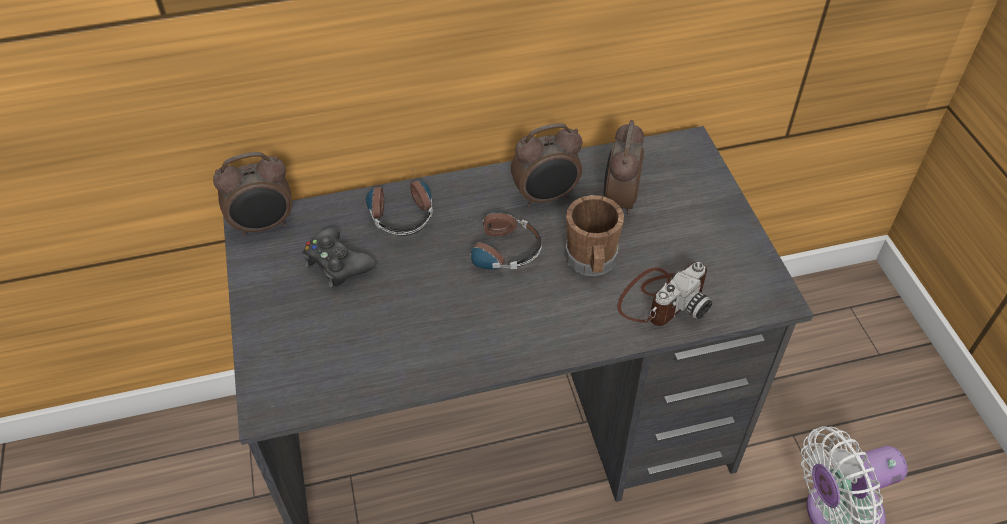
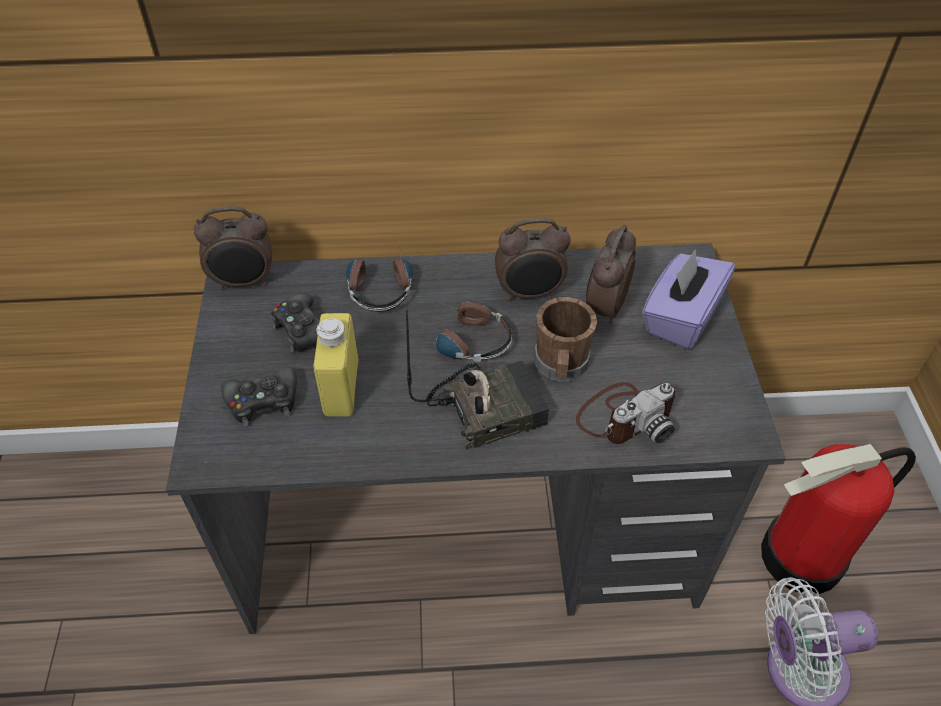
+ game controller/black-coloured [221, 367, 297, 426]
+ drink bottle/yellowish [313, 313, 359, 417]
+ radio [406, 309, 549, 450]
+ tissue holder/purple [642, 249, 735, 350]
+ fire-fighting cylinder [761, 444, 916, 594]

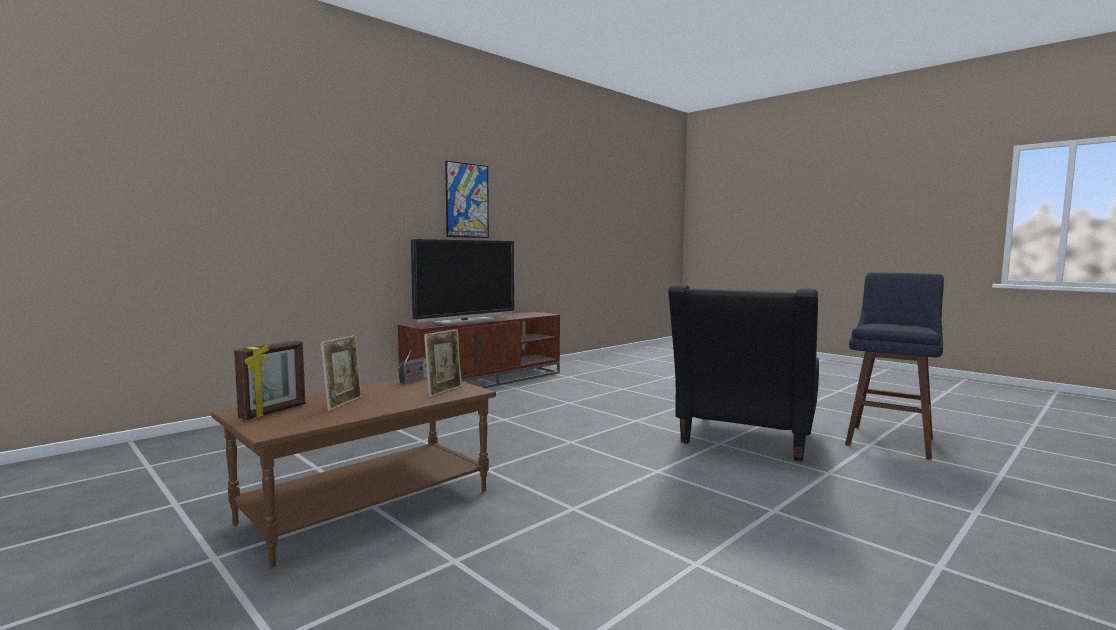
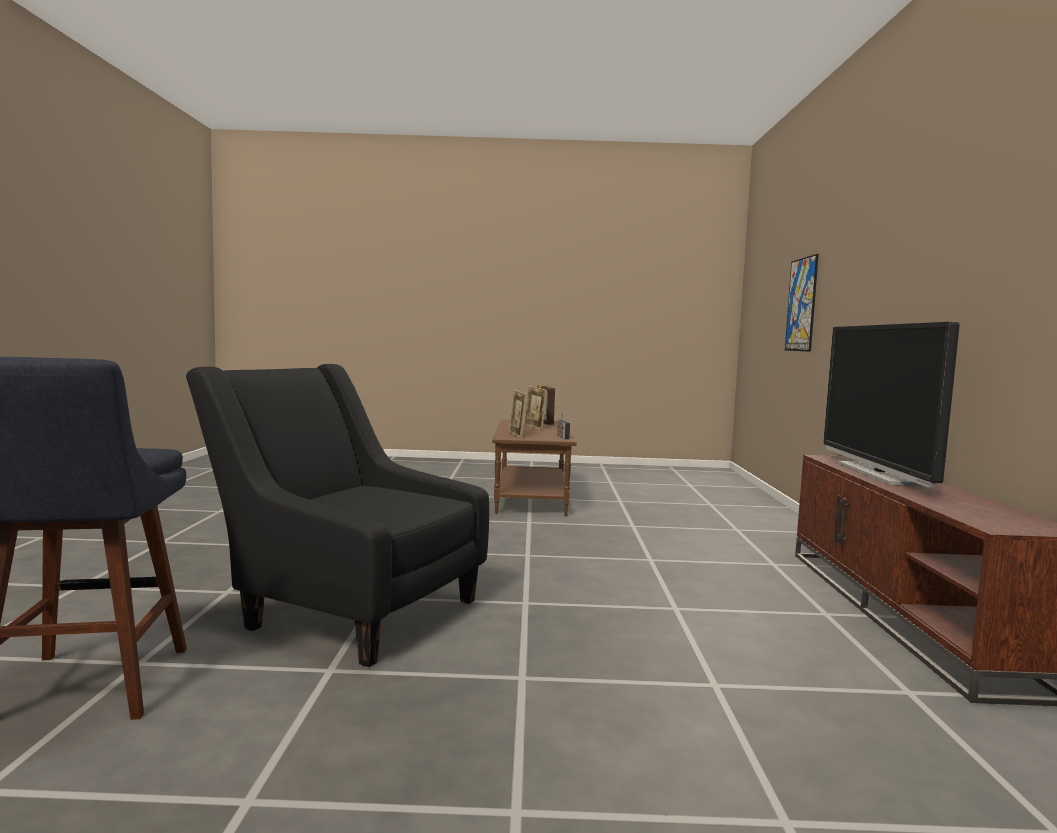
~ picture [445, 161, 489, 238] to [785, 254, 819, 352]
~ easy chair/black-coloured [668, 284, 819, 461] = [186, 364, 489, 667] 45 degrees counterclockwise

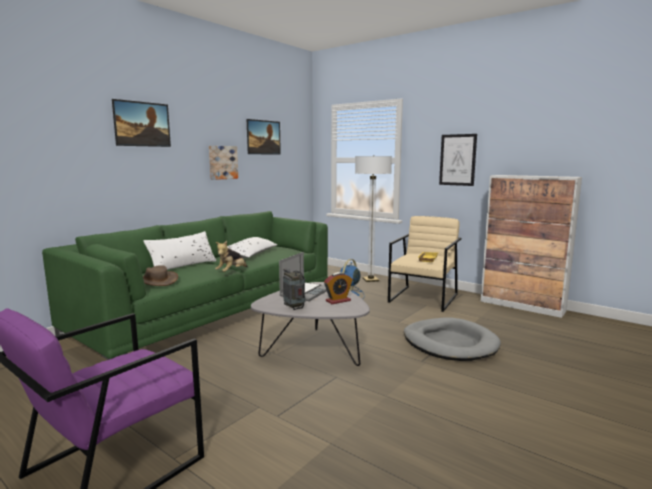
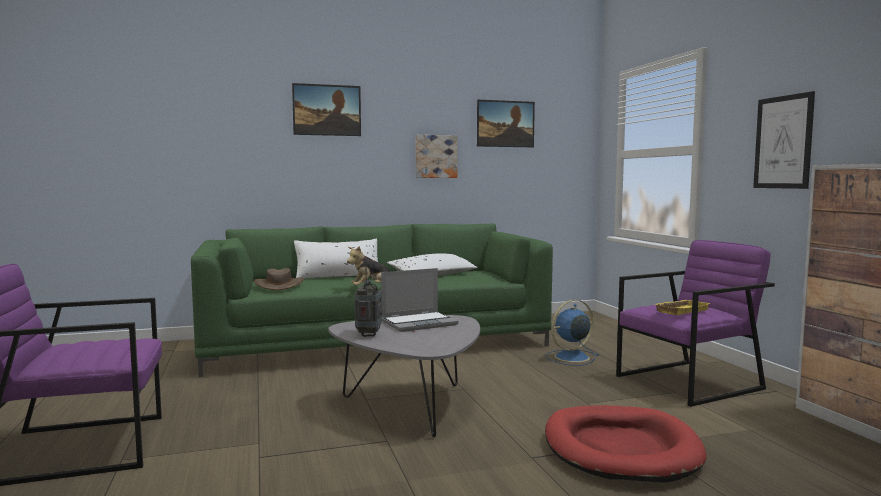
- alarm clock [324, 272, 352, 304]
- standard lamp [355, 155, 392, 282]
~ easy chair/beige-coloured [388, 216, 461, 312] to easy chair/purple [616, 240, 775, 407]
~ pet bed/greyish [404, 317, 501, 361] to pet bed/red-coloured [545, 405, 707, 483]

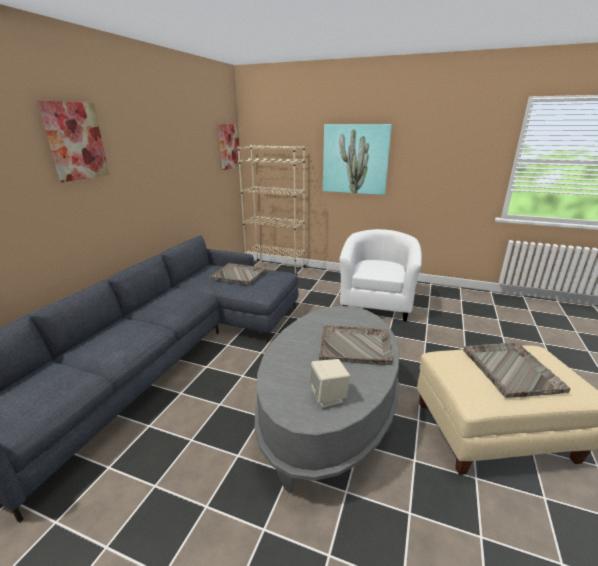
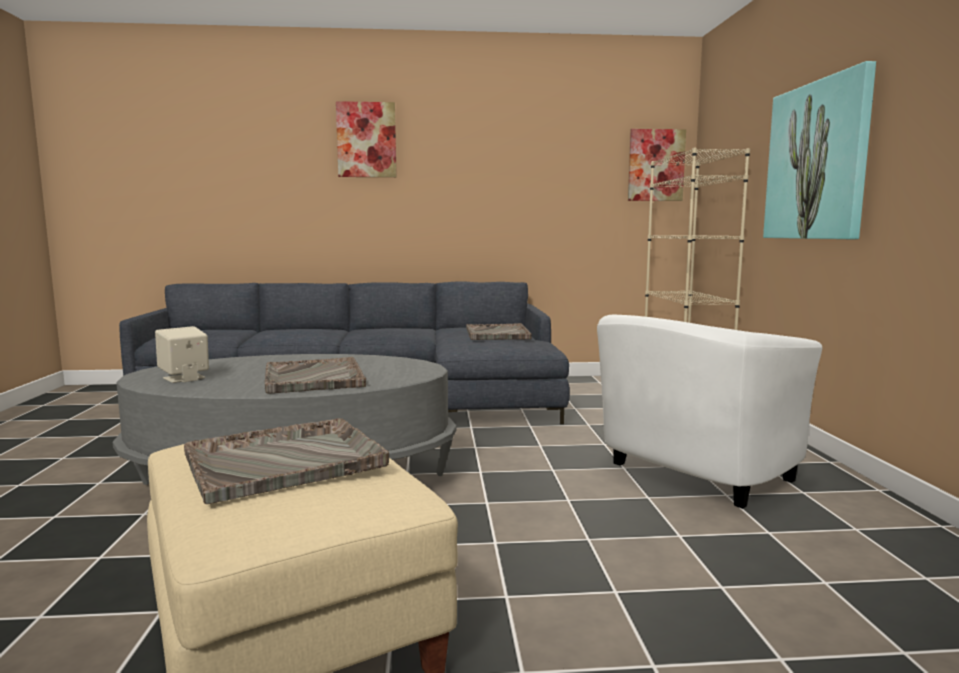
~ easy chair/white [339, 229, 422, 321] = [597, 315, 822, 509] 150 degrees clockwise

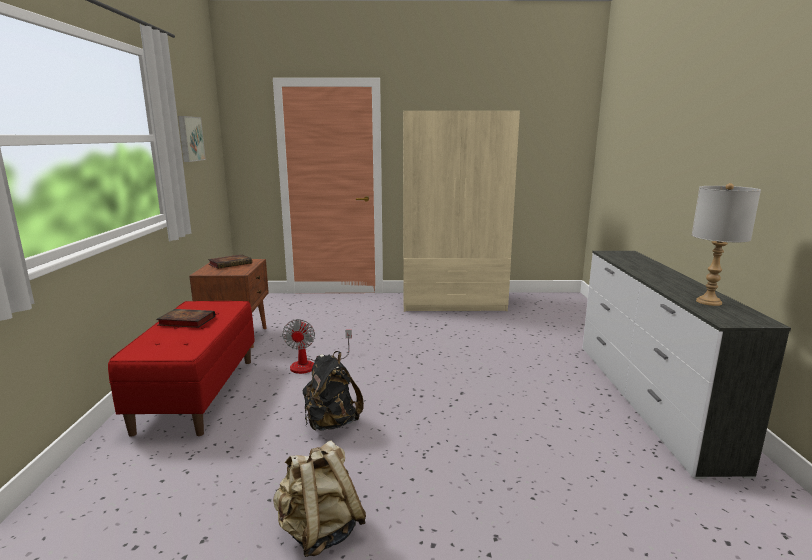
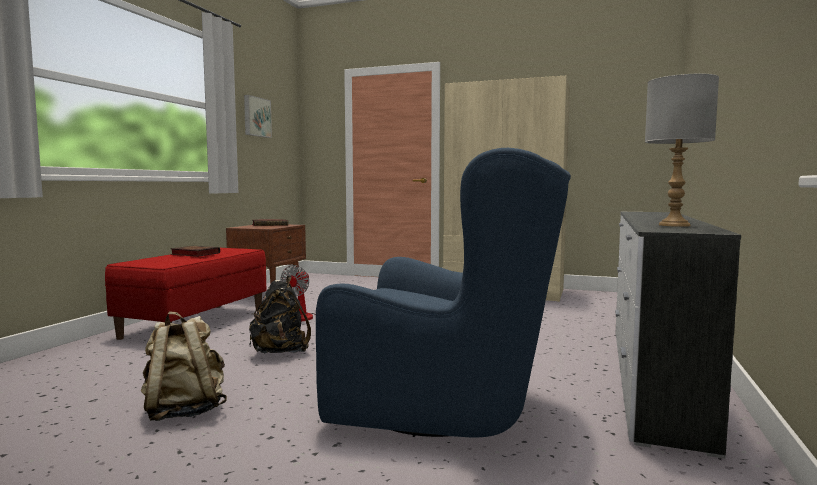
+ easy chair/blue-coloured [316, 148, 571, 437]

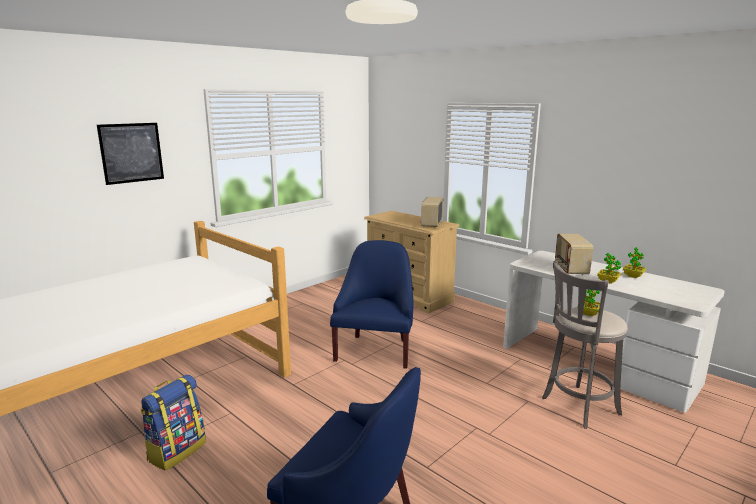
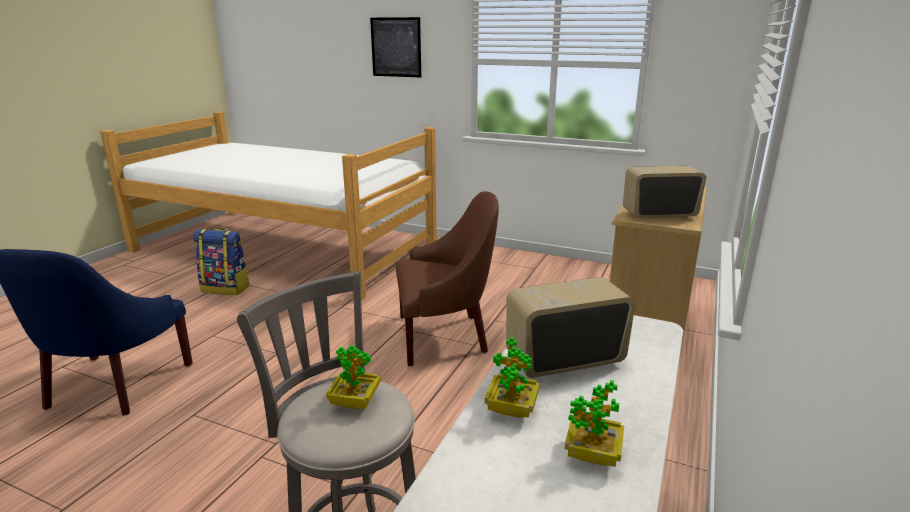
~ easy chair/blue-coloured [330, 240, 414, 369] to easy chair/brown-coloured [396, 191, 499, 366]

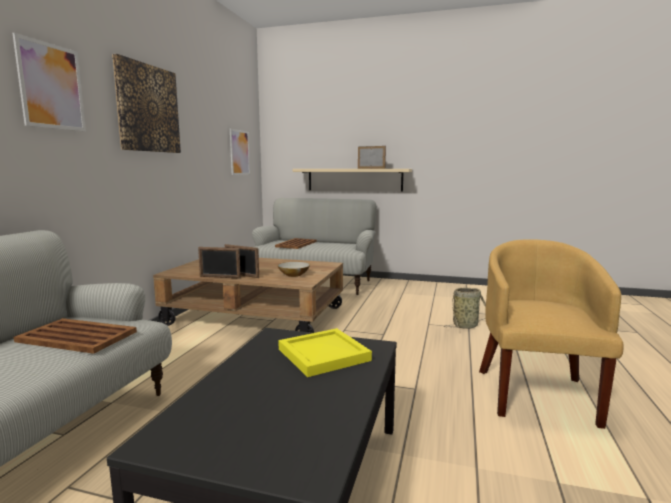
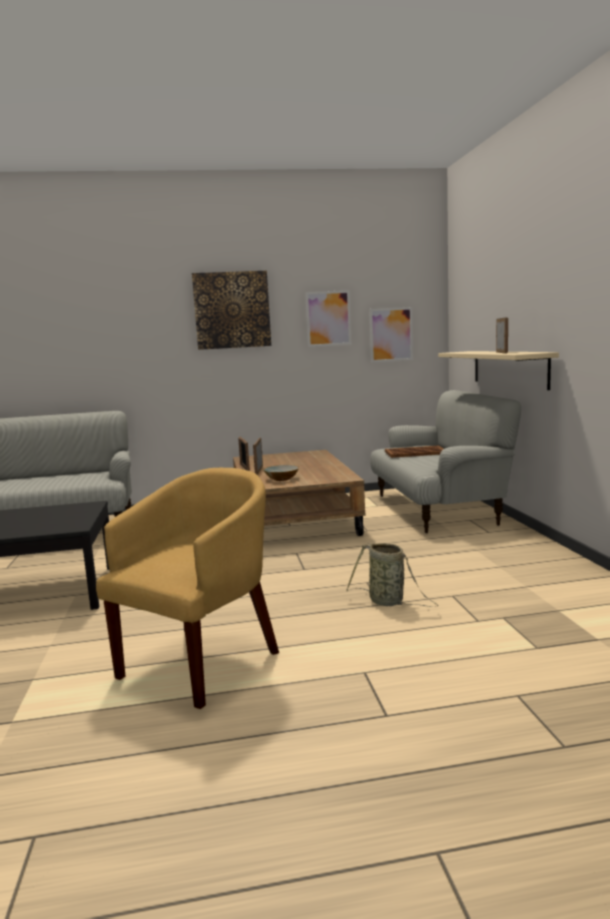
~ picture [12, 33, 86, 132] to [305, 290, 352, 347]
- carrying tray/brown-coloured [14, 318, 137, 354]
- carrying tray/yellowish [278, 328, 372, 377]
~ easy chair/yellowish [479, 239, 623, 429] = [96, 468, 279, 709] 45 degrees counterclockwise

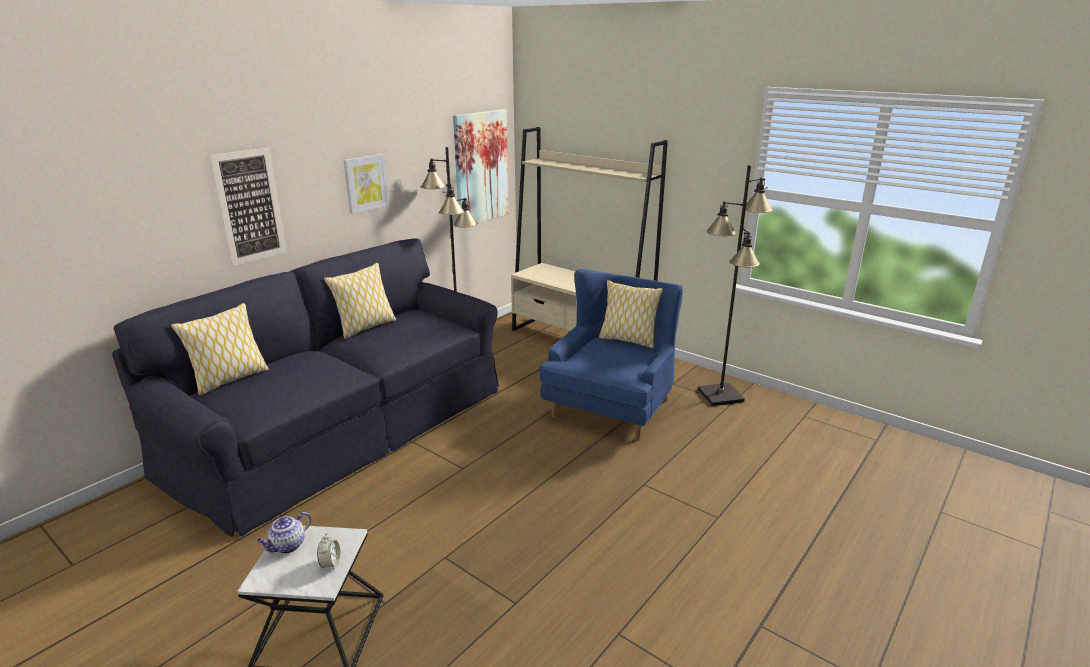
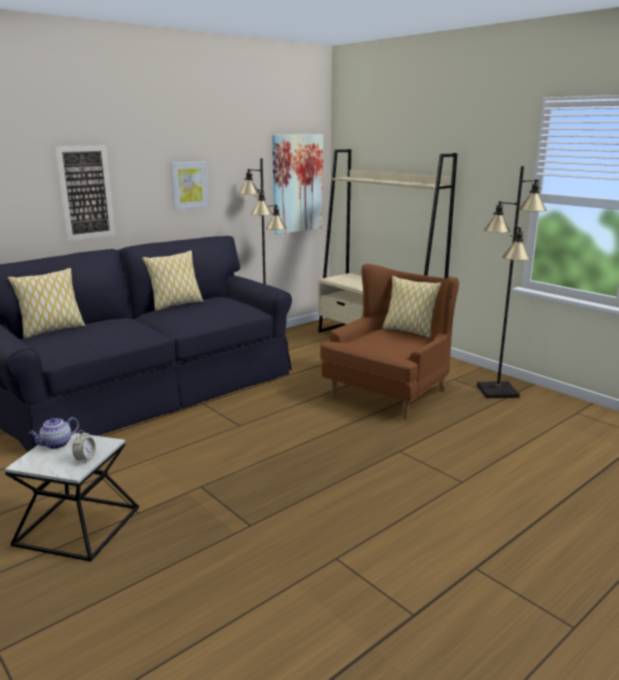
~ easy chair/blue-coloured [539, 269, 683, 441] to easy chair/brown-coloured [320, 263, 459, 419]

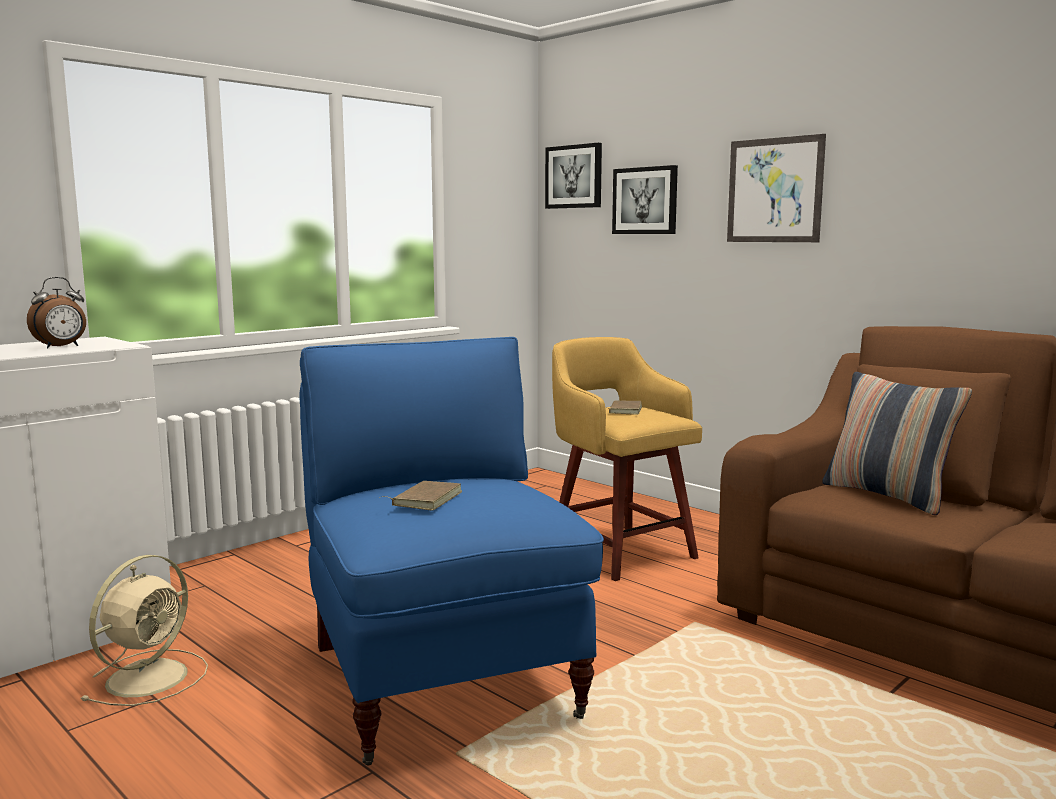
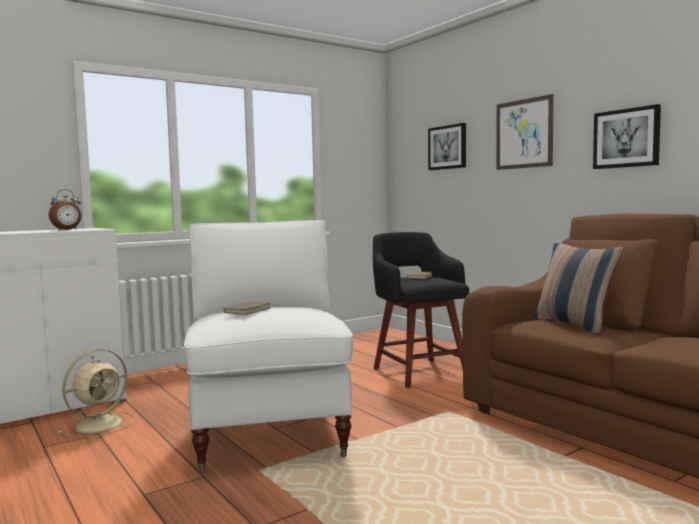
~ easy chair/blue-coloured [299, 337, 604, 765] to easy chair/white [184, 220, 353, 473]
~ picture [545, 143, 602, 209] to [593, 104, 661, 169]
~ stool/yellowish [552, 337, 702, 581] to stool/black-coloured [373, 232, 469, 388]

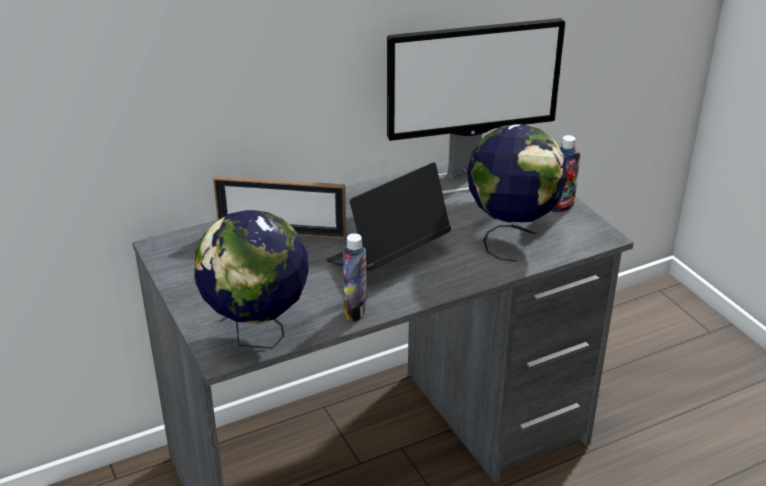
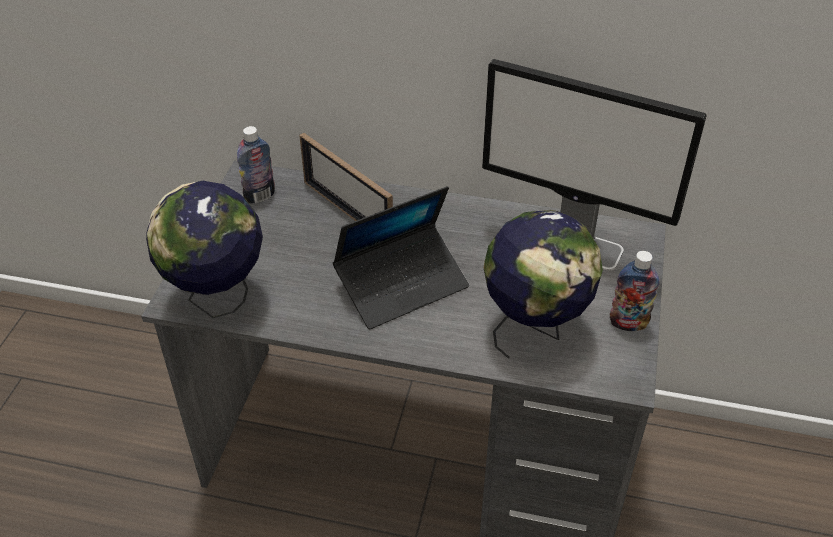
~ laptop [326, 162, 451, 272] = [333, 186, 469, 329] 150 degrees clockwise
~ drink bottle [343, 233, 367, 322] to [237, 126, 275, 204]

